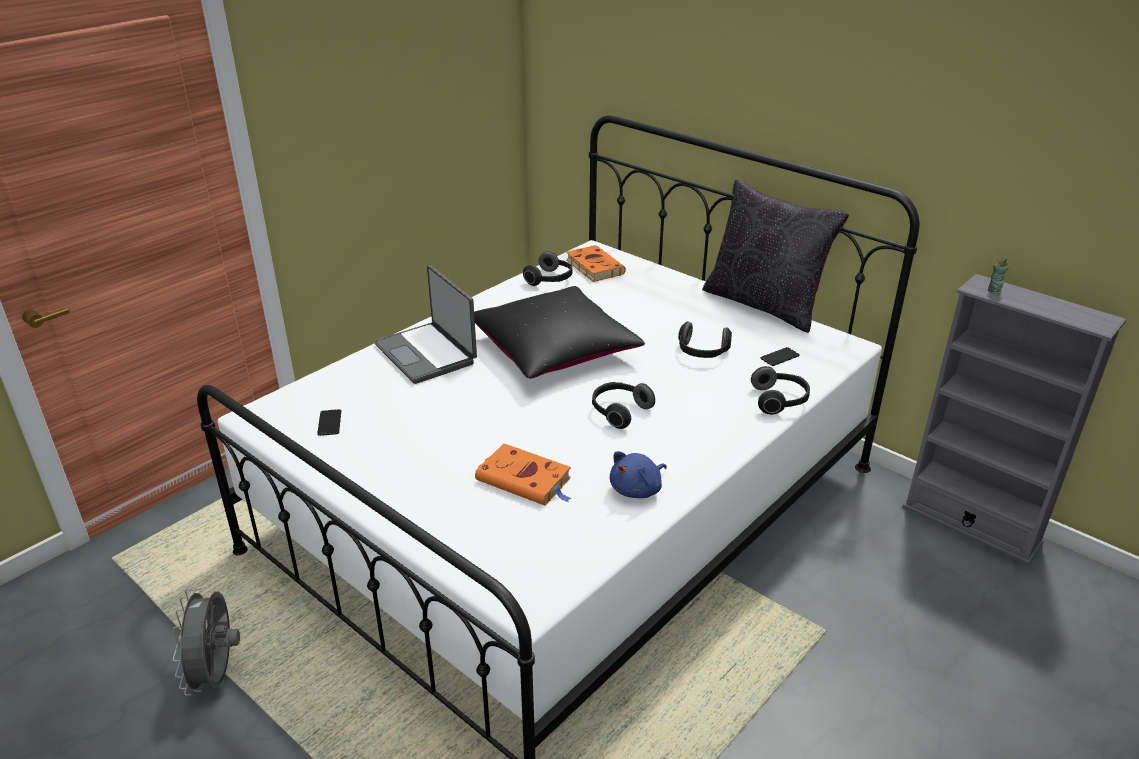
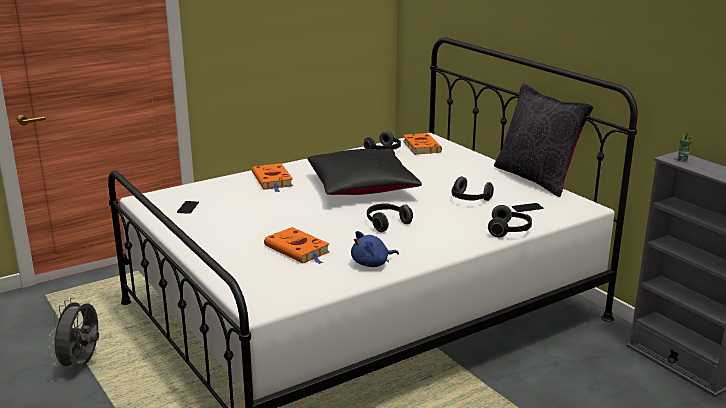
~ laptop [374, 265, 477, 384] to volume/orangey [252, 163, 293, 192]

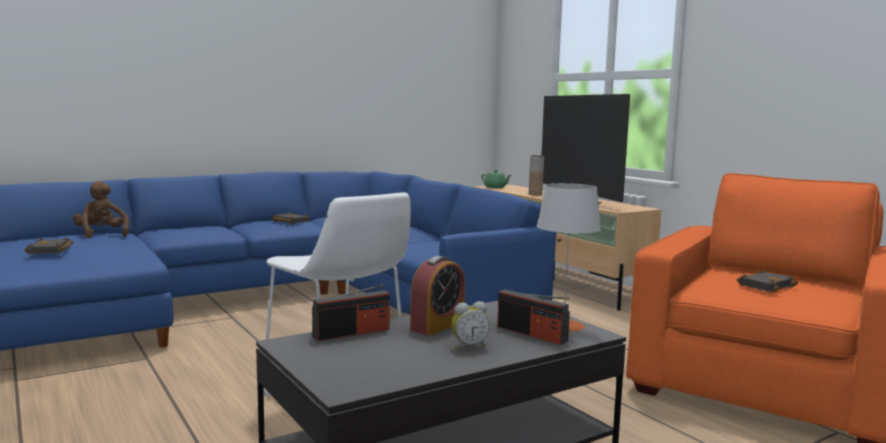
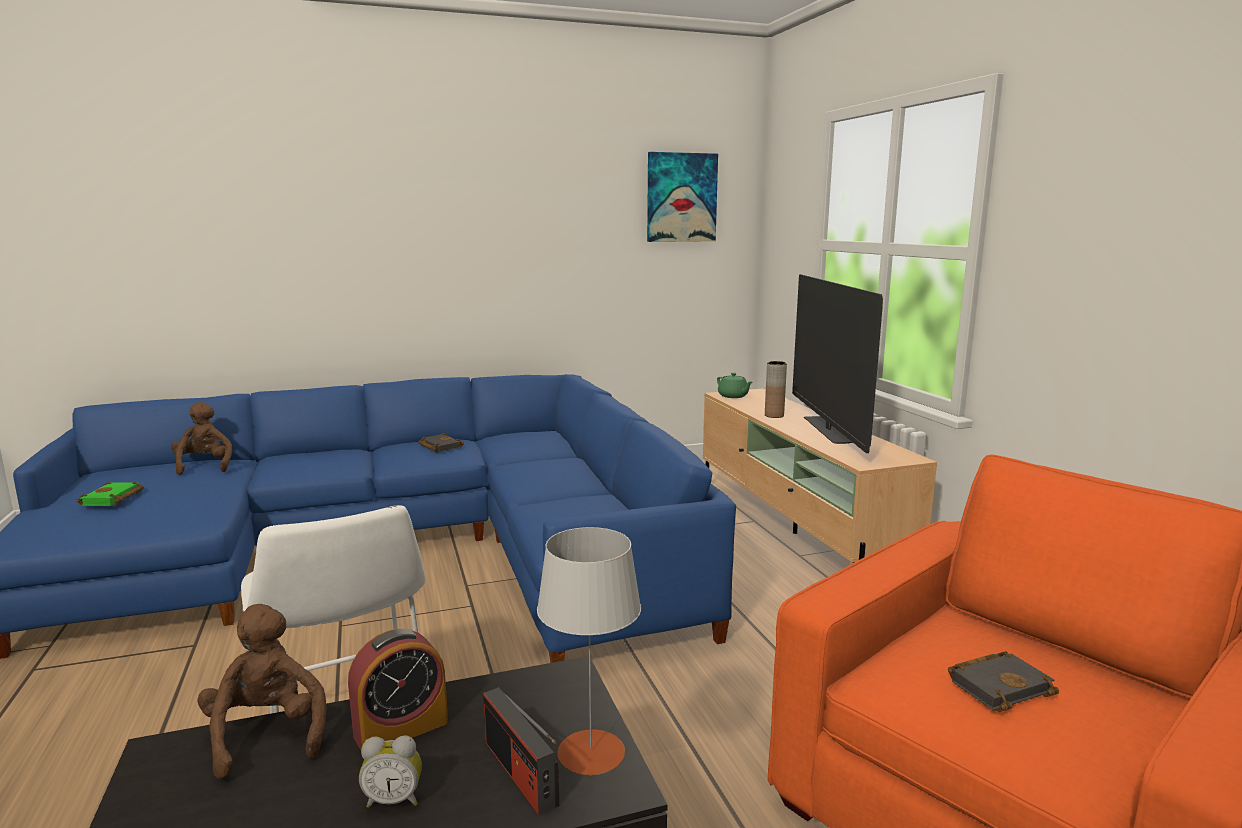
~ volume/black-coloured [24, 238, 73, 254] to volume/greenish [76, 481, 144, 506]
~ radio [312, 285, 390, 341] to cuddly toy/brown-coloured [198, 604, 327, 779]
+ picture [647, 152, 718, 242]

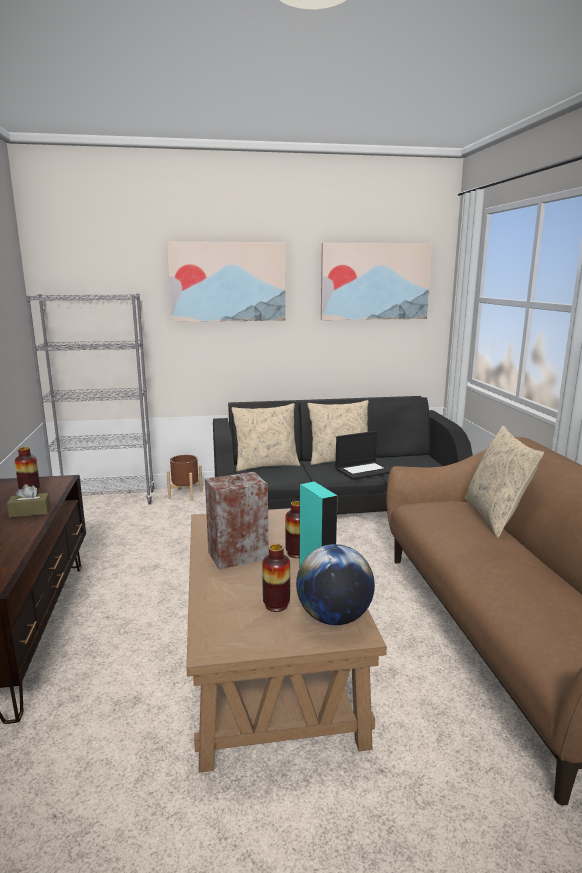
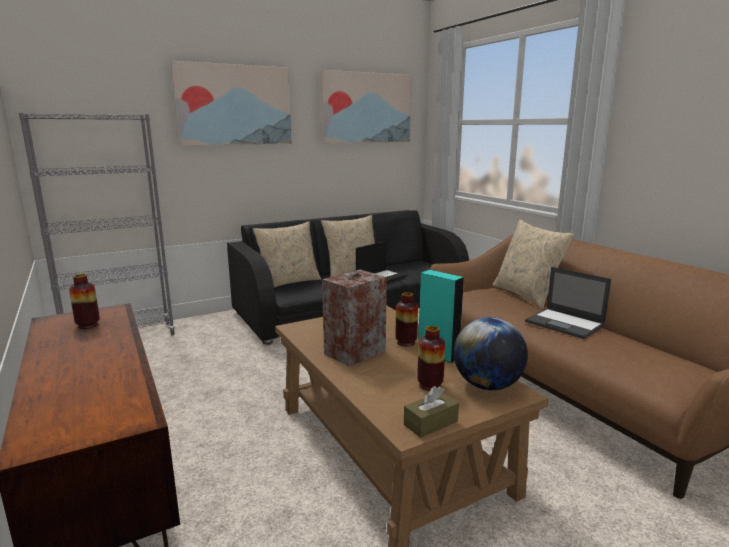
~ tissue holder/brown-coloured [7, 484, 51, 518] to [404, 386, 459, 438]
- planter/brown-coloured [167, 455, 203, 501]
+ laptop [525, 267, 611, 339]

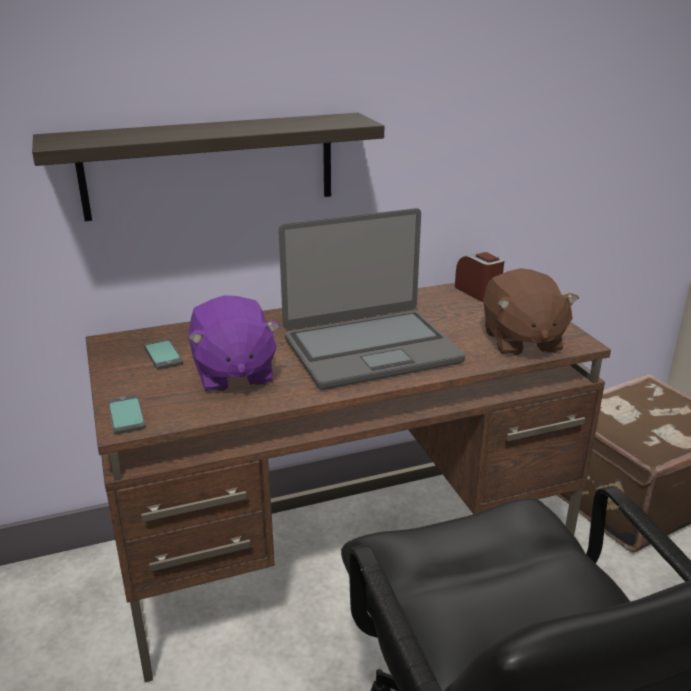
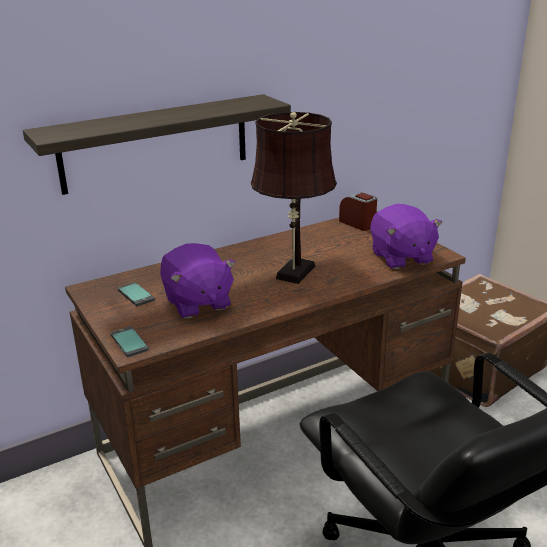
~ laptop [279, 208, 465, 390] to lamp for a table/brown-coloured [251, 112, 337, 284]
~ cuddly toy/brown-coloured [483, 268, 579, 356] to cuddly toy/purple [370, 204, 442, 269]

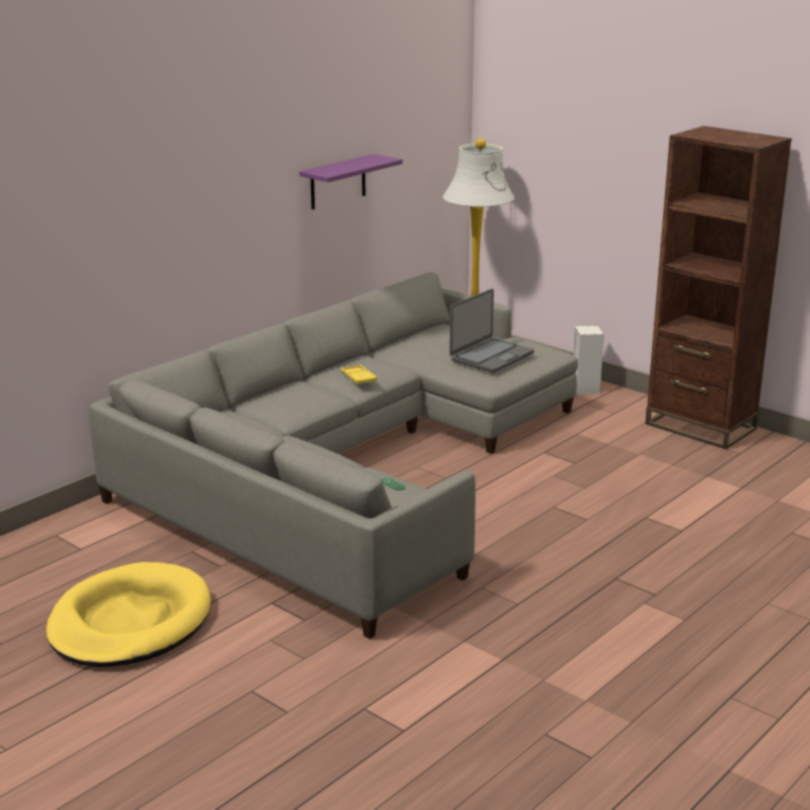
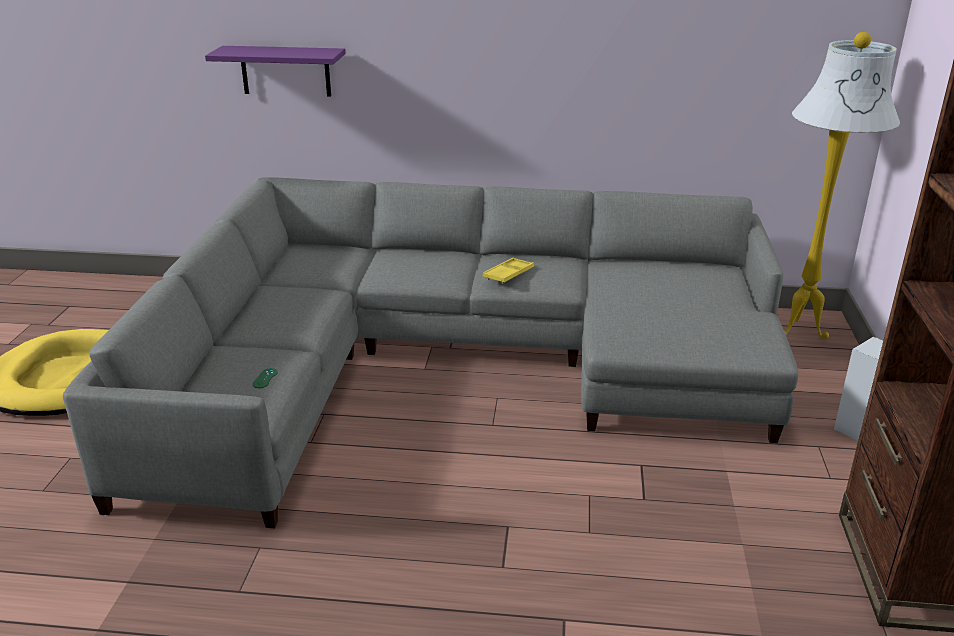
~ bracket shelf/purple [299, 154, 403, 210] to [205, 46, 345, 96]
- laptop [449, 289, 534, 373]

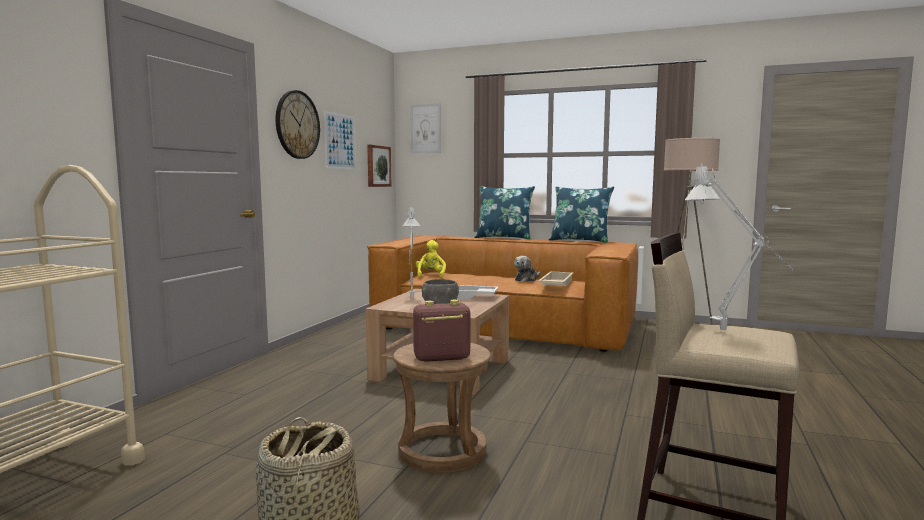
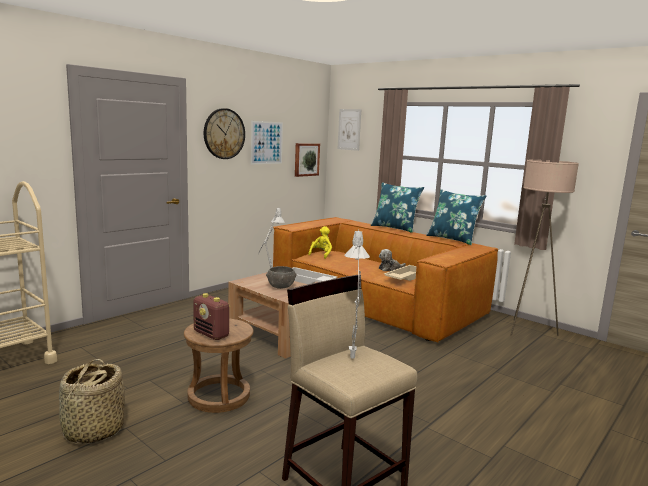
~ radio [413, 300, 470, 362] = [193, 293, 231, 340] 150 degrees counterclockwise

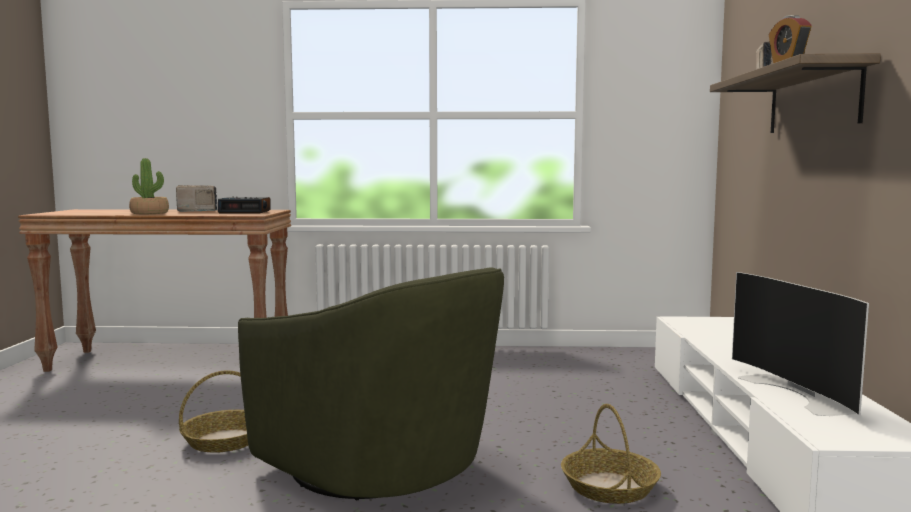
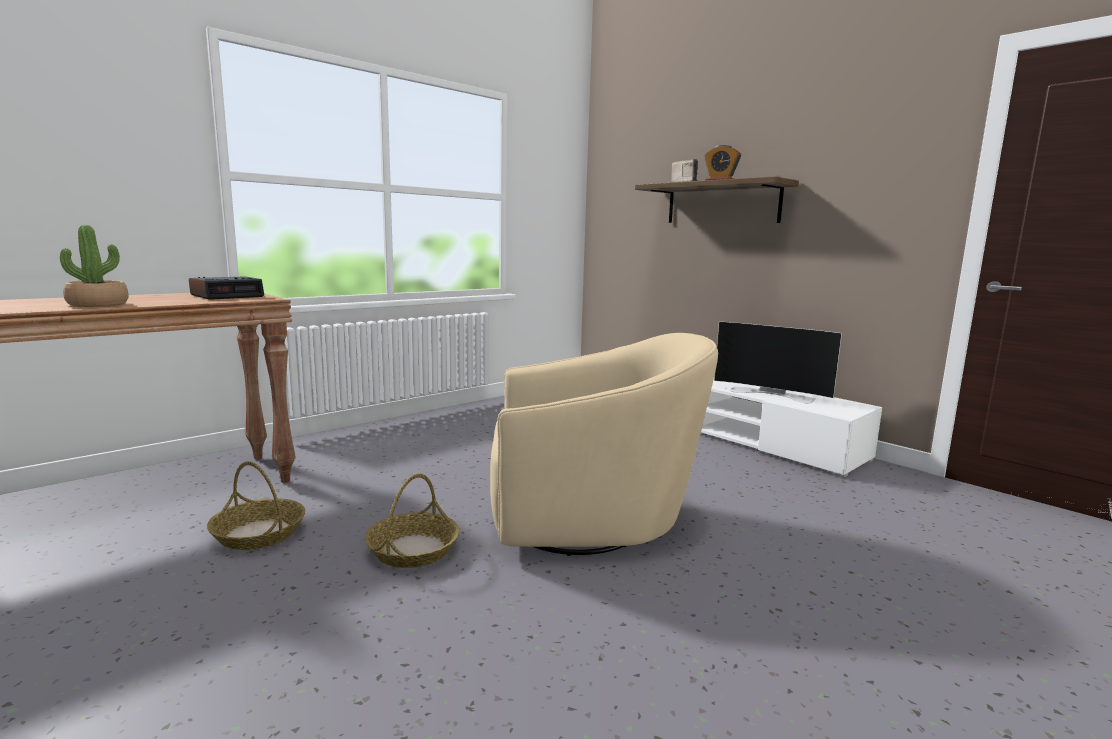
- radio [176, 185, 217, 212]
~ easy chair/greenish [238, 268, 504, 500] to easy chair/beige-coloured [490, 333, 718, 556]
~ household basket [561, 404, 661, 504] to [207, 461, 305, 550]

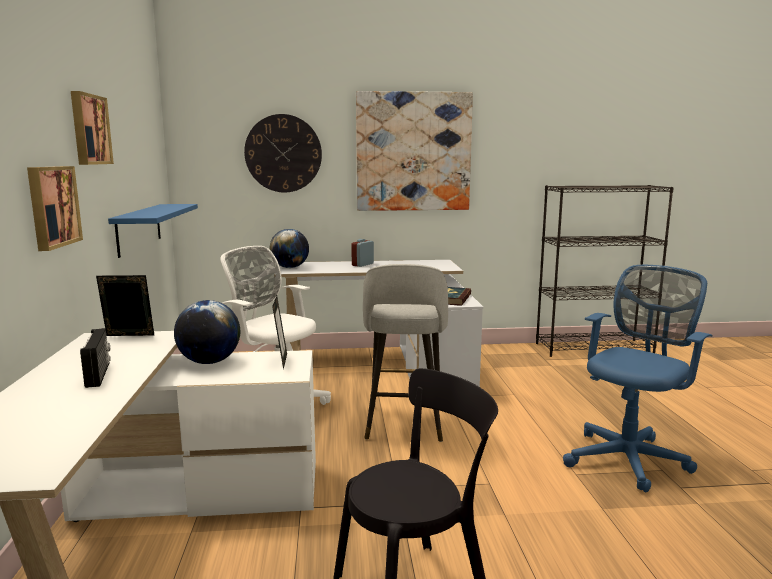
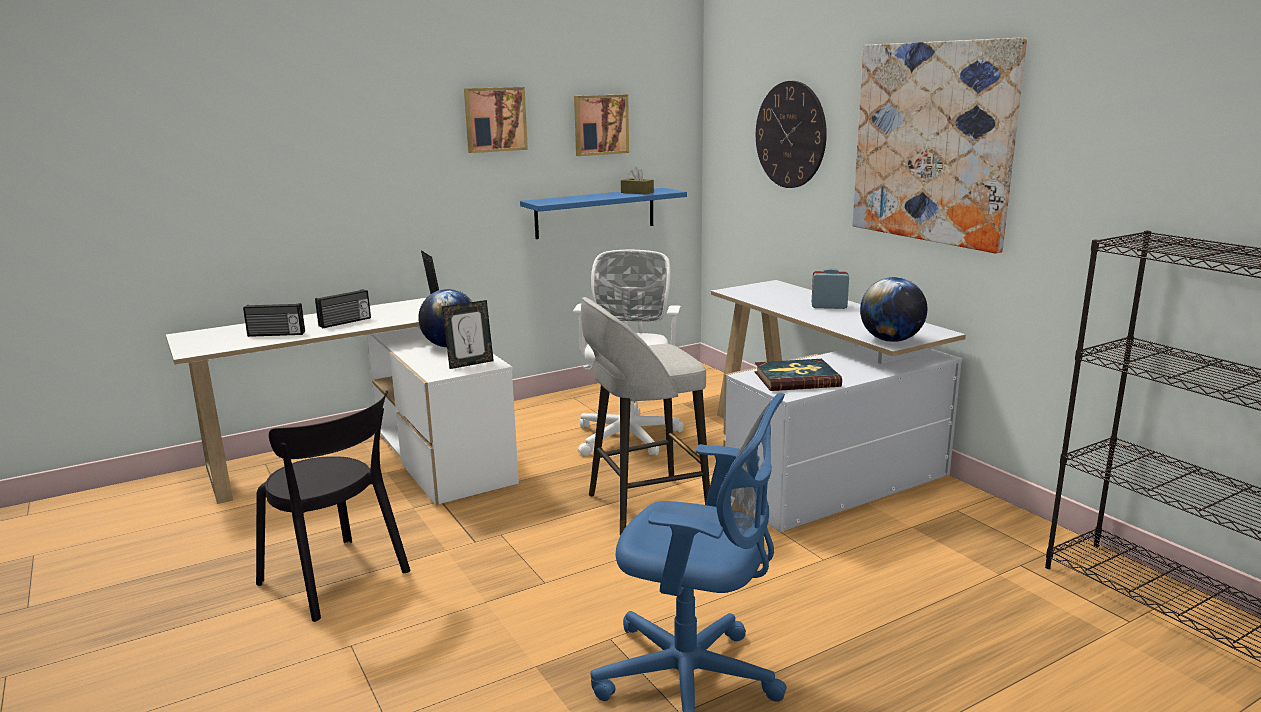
~ picture [27, 166, 83, 251] to [574, 94, 629, 156]
~ world globe [269, 229, 309, 268] to [860, 277, 927, 342]
+ radio [243, 303, 305, 337]
+ tissue holder/brown-coloured [621, 167, 654, 194]

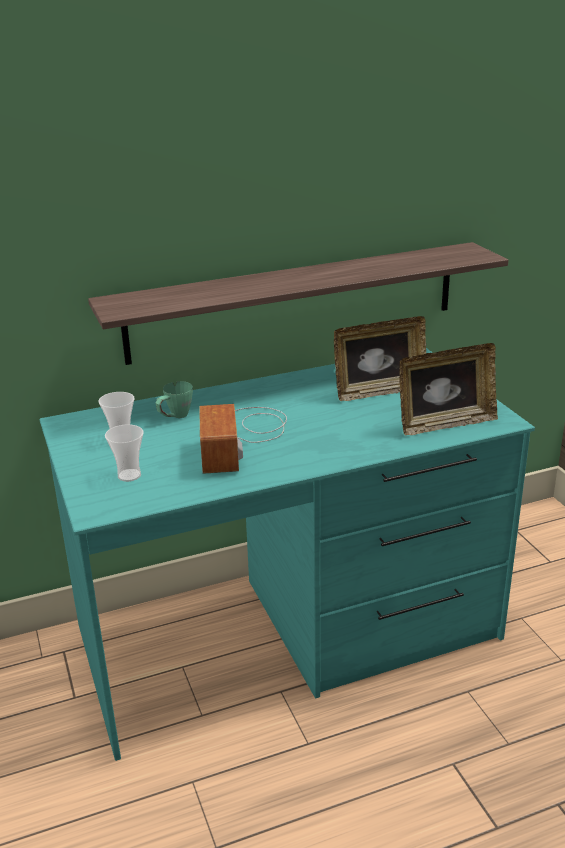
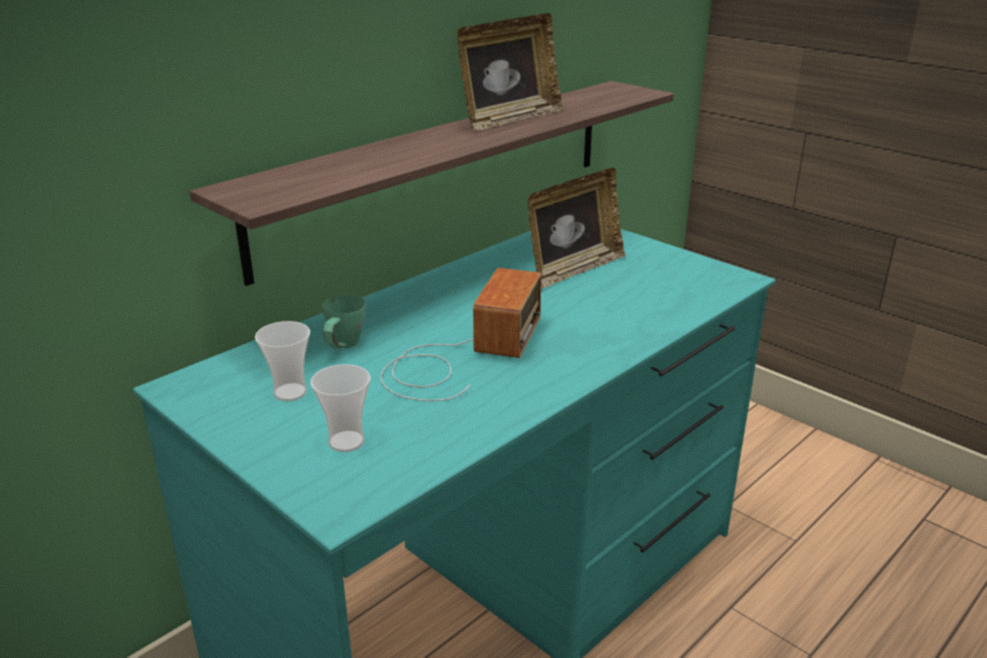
~ radio [199, 404, 287, 474] = [381, 268, 542, 401] 135 degrees counterclockwise
~ standing frame [399, 343, 498, 436] to [457, 13, 564, 130]

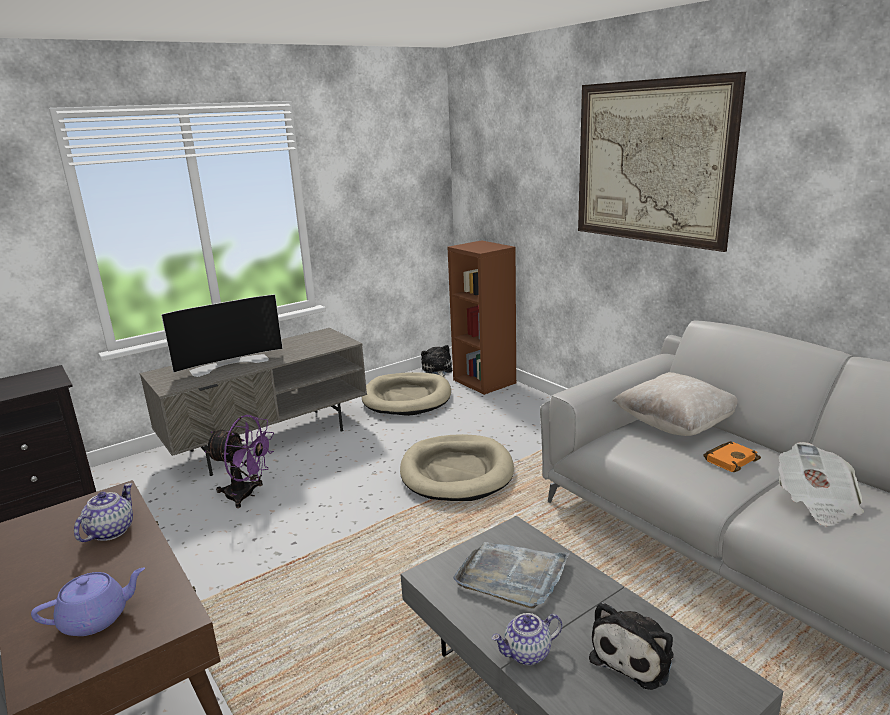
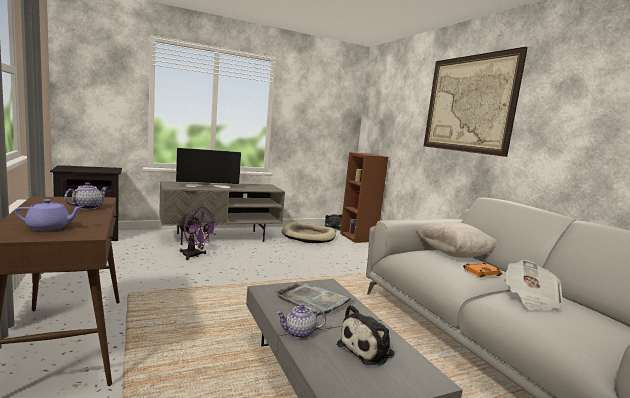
- pet bed/beige-coloured [400, 434, 514, 501]

